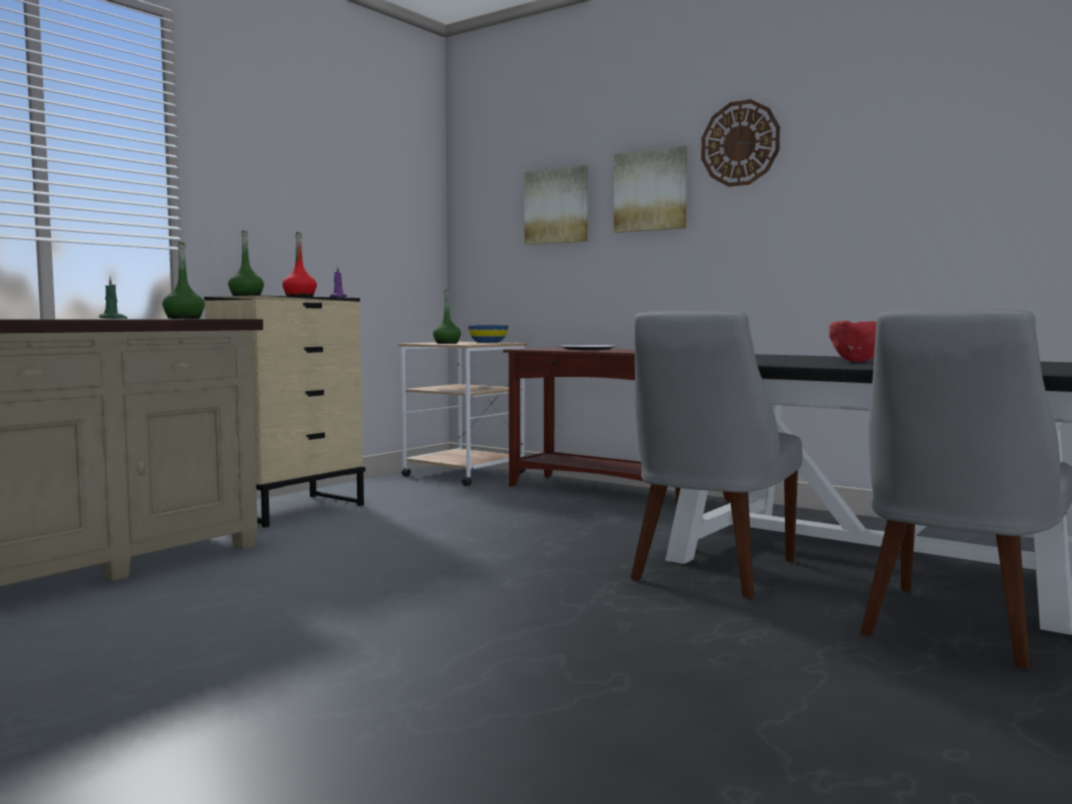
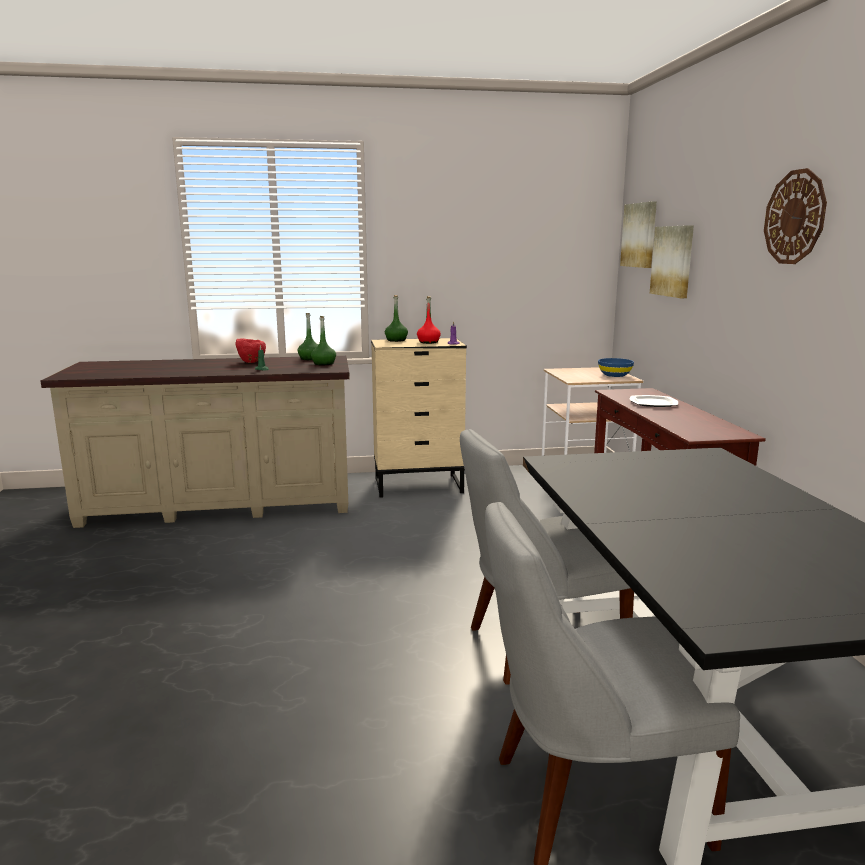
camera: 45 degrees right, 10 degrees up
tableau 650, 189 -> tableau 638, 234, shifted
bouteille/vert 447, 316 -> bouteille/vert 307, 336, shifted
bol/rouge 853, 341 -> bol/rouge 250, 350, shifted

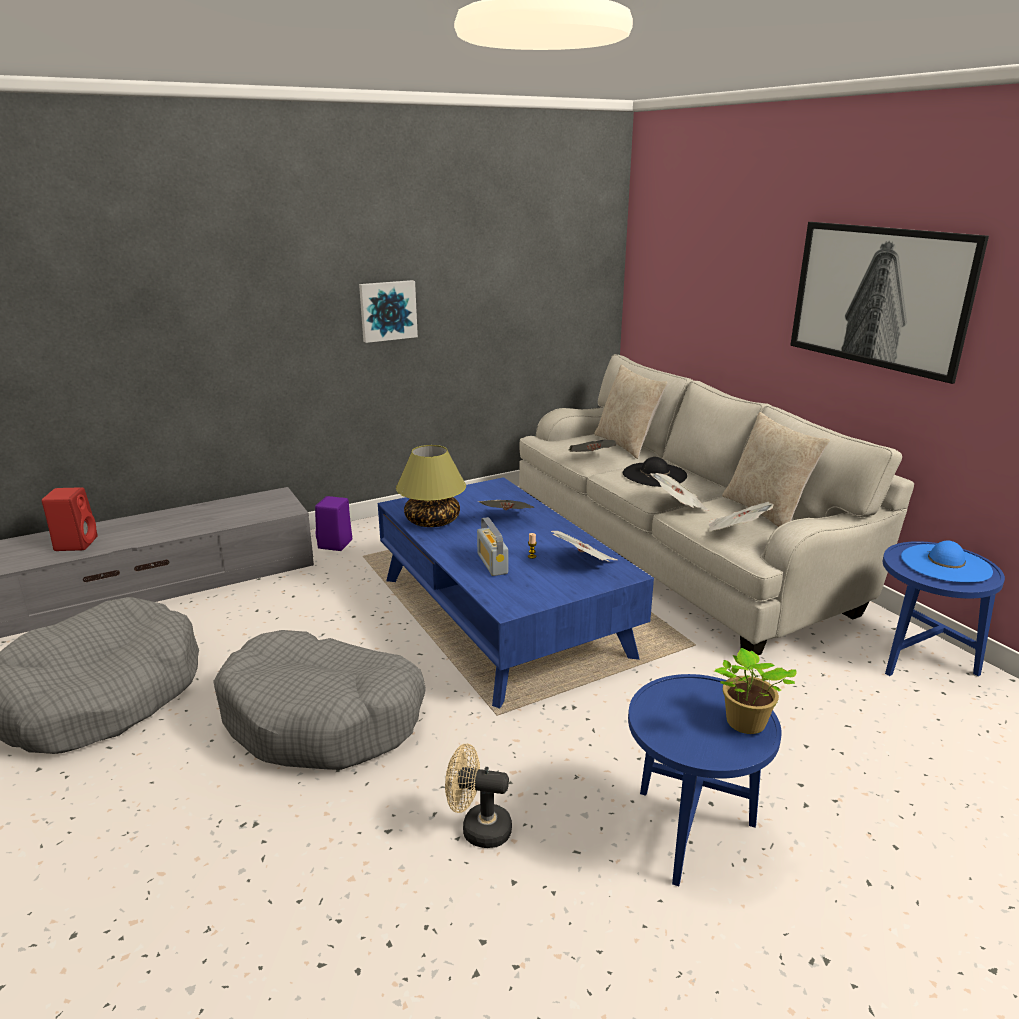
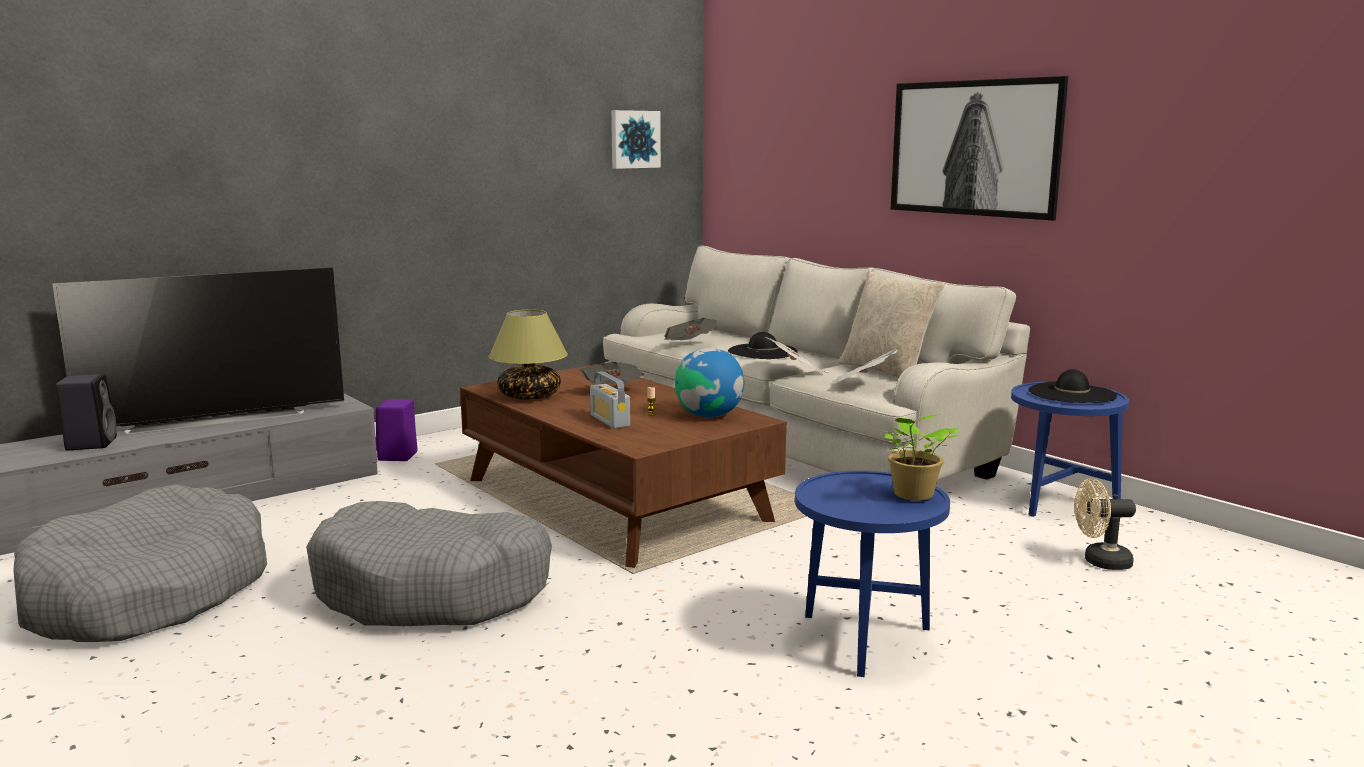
camera: 10 degrees left, 10 degrees down
tableau 388, 311 -> tableau 636, 139, shifted
coussin/beige 631, 412 -> none
table basse/bleu 516, 593 -> table basse/marron 623, 466
enceinte/rouge 69, 519 -> enceinte/noir 86, 412
journal 584, 546 -> globe 709, 382
chapeau/bleu 947, 561 -> chapeau/noir 1072, 386
ventilateur/beige 478, 796 -> ventilateur/beige 1105, 524, shifted
none -> téléviseur 198, 351

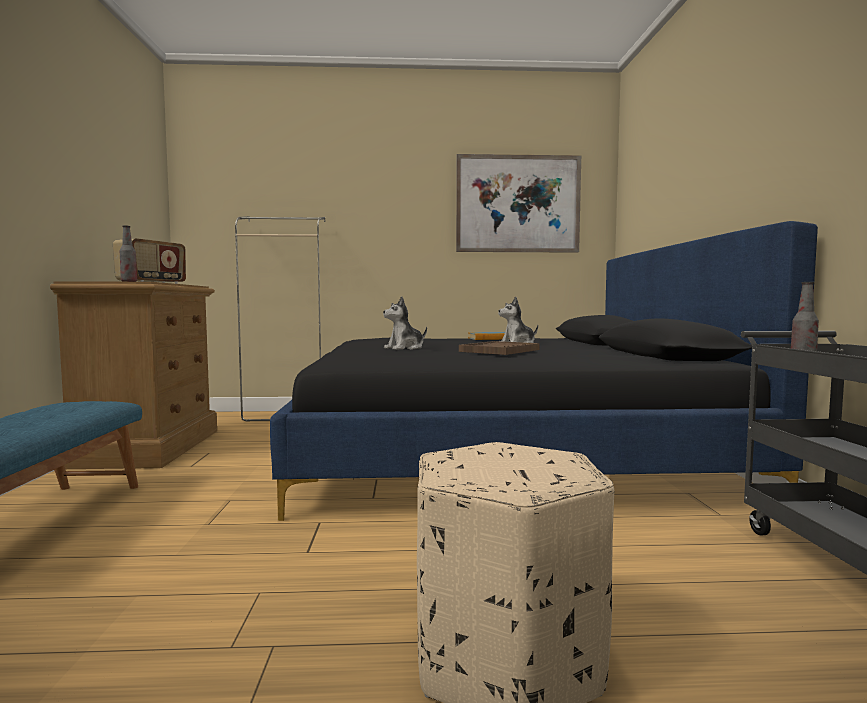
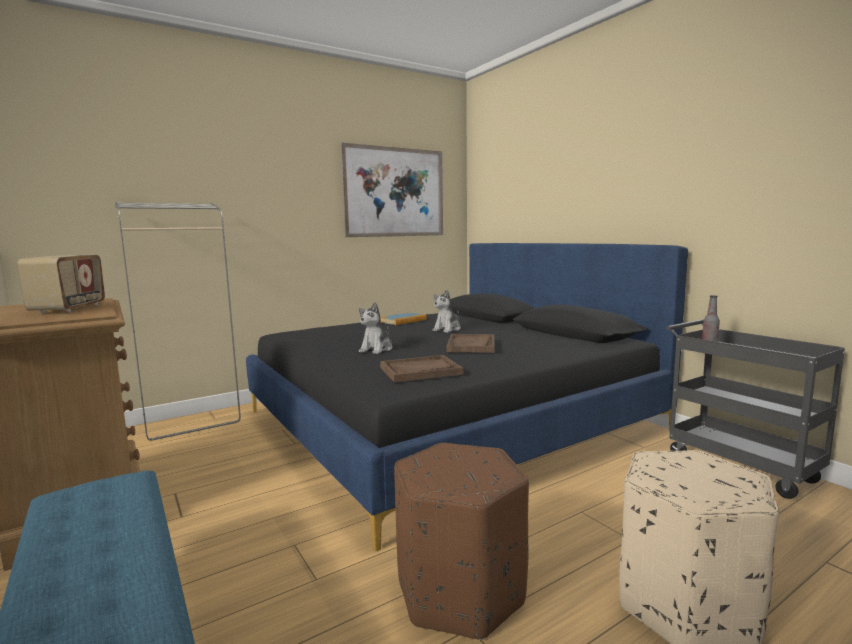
camera: 30 degrees left, 5 degrees up
bouteille 128, 253 -> none
none -> plateau/marron 421, 368
none -> pouf/marron 461, 541

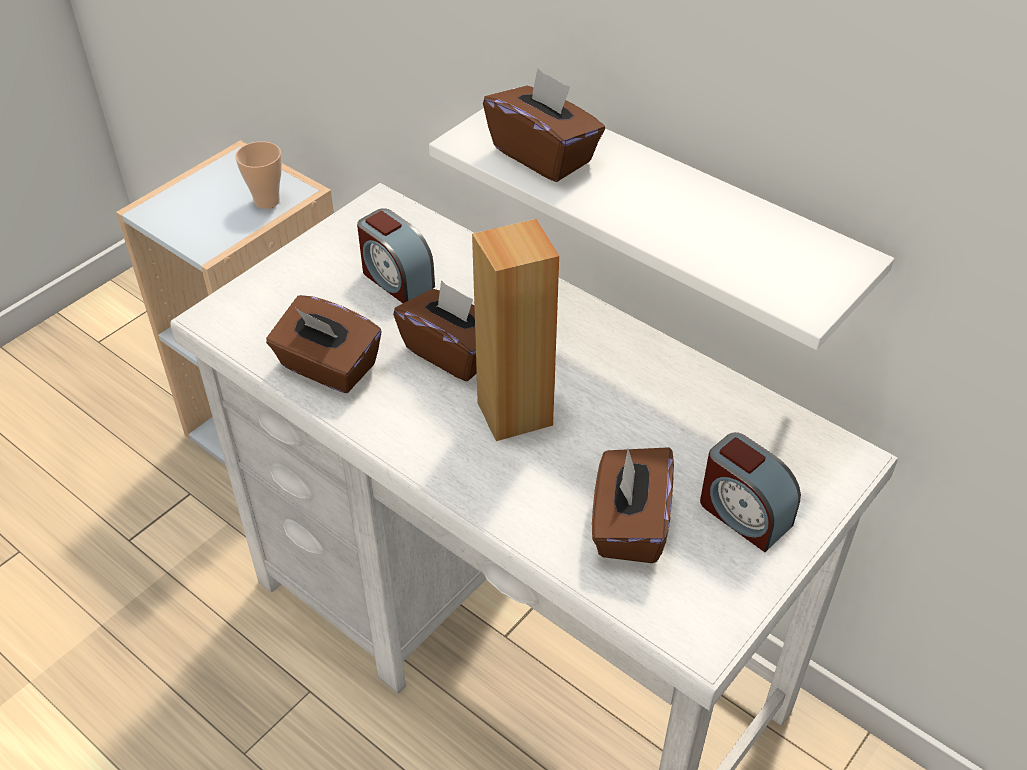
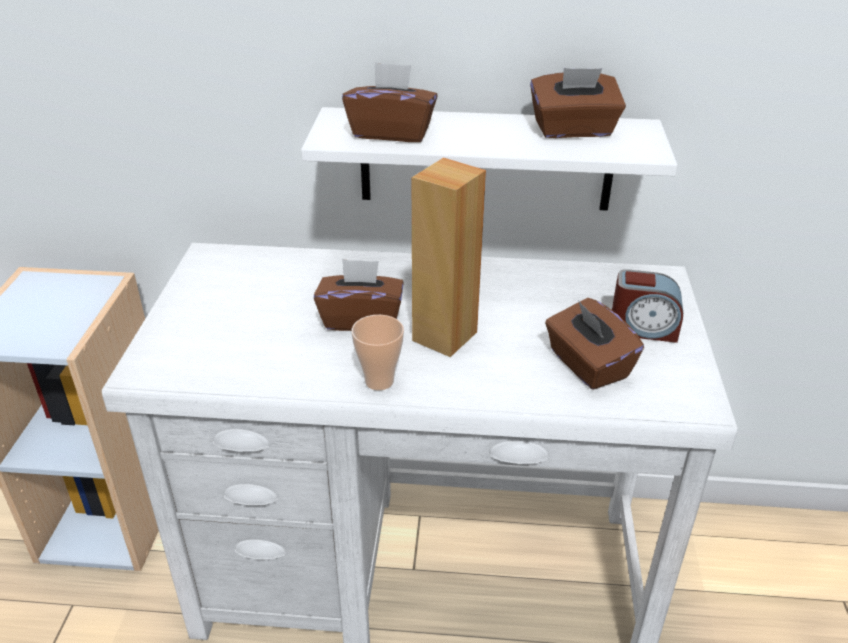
camera: 35 degrees left, 10 degrees down
tasse 258, 175 -> tasse 378, 352, shifted
réveil 396, 255 -> none
boîte à mouchoirs/marron 324, 344 -> boîte à mouchoirs/marron 578, 103, shifted

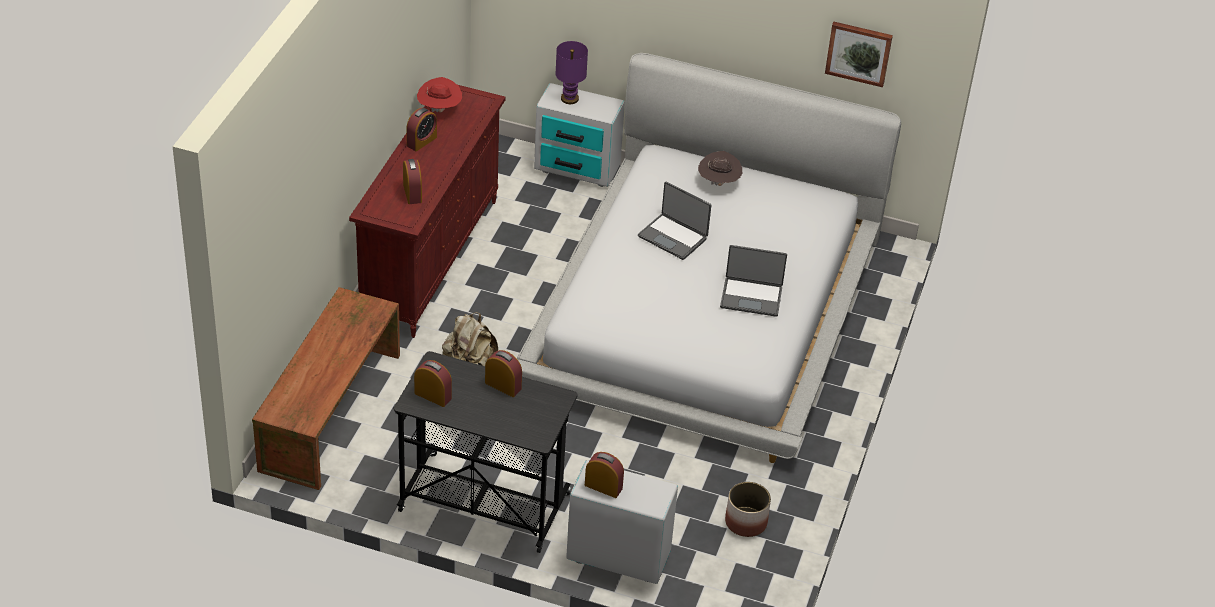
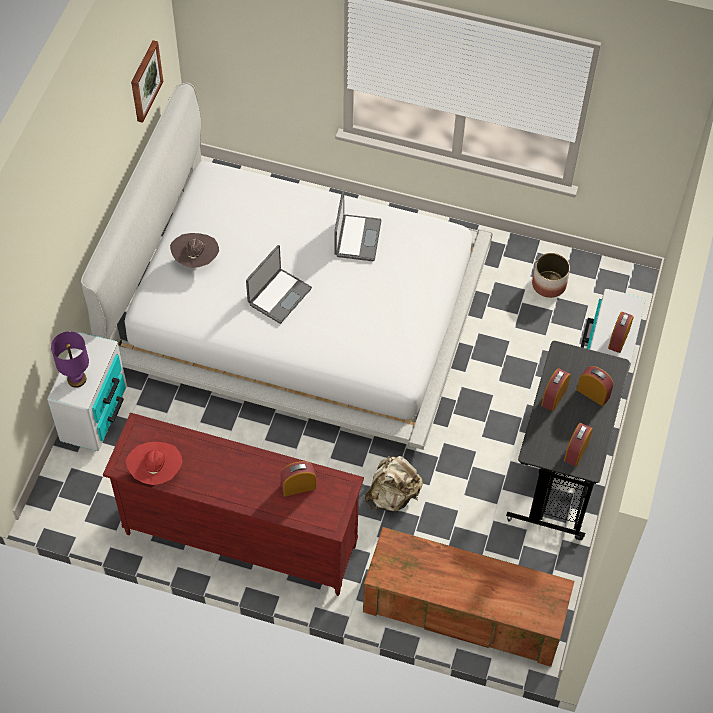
camera: 90 degrees left, 15 degrees up
réveil 421, 129 -> réveil 595, 386, shifted

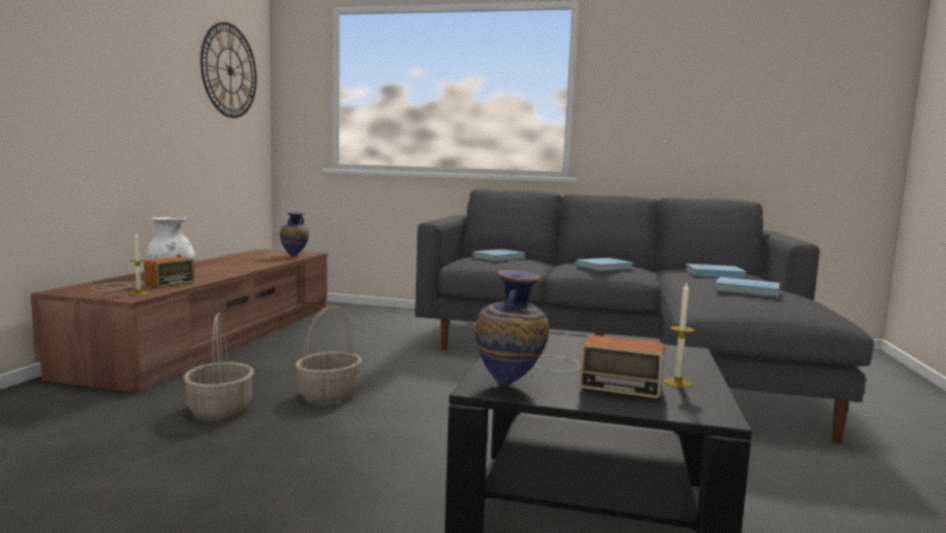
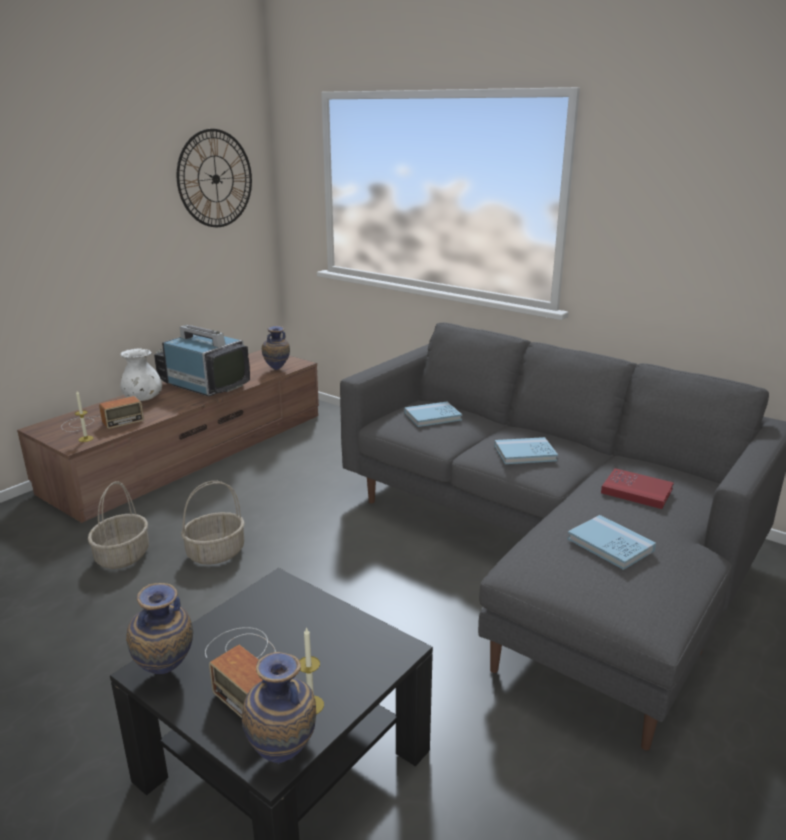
camera: 25 degrees right, 15 degrees up
livre/bleu 716, 271 -> livre/rouge 637, 488
none -> téléviseur 202, 361
none -> vase 279, 708

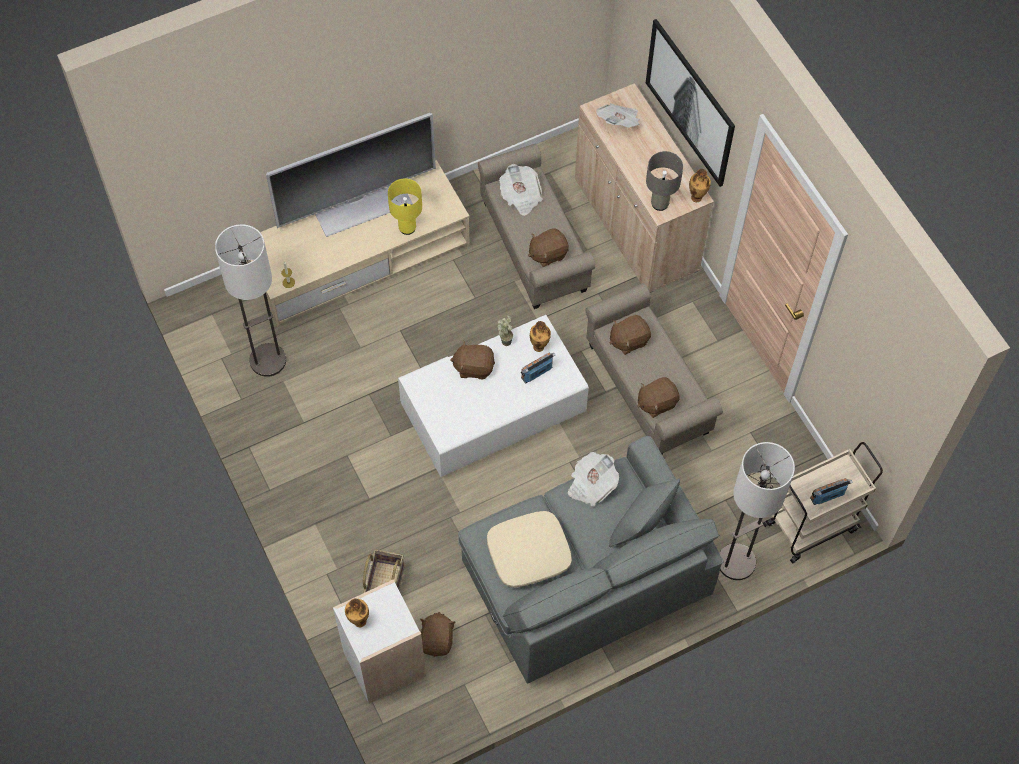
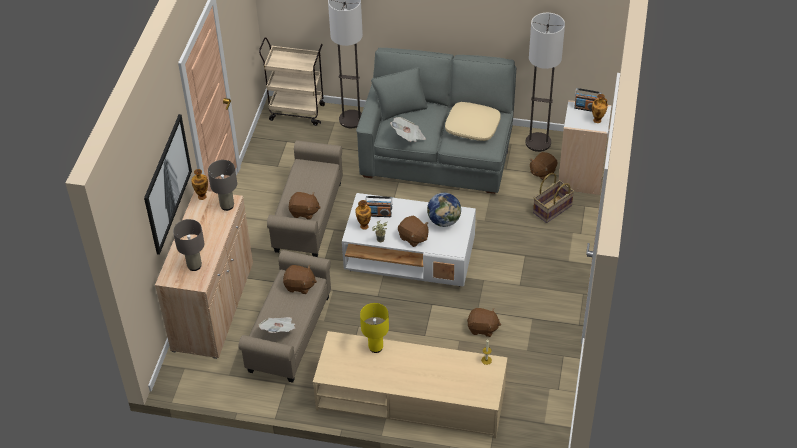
camera: 140 degrees left, 15 degrees down
journal 618, 115 -> lampe de table/gris 188, 245
téléviseur 351, 175 -> none
lampadaire 250, 300 -> lampadaire 545, 82, shifted
peluche/marron 658, 397 -> peluche/marron 484, 322, shifted
radio 831, 491 -> radio 588, 100, shifted
none -> globe 444, 210

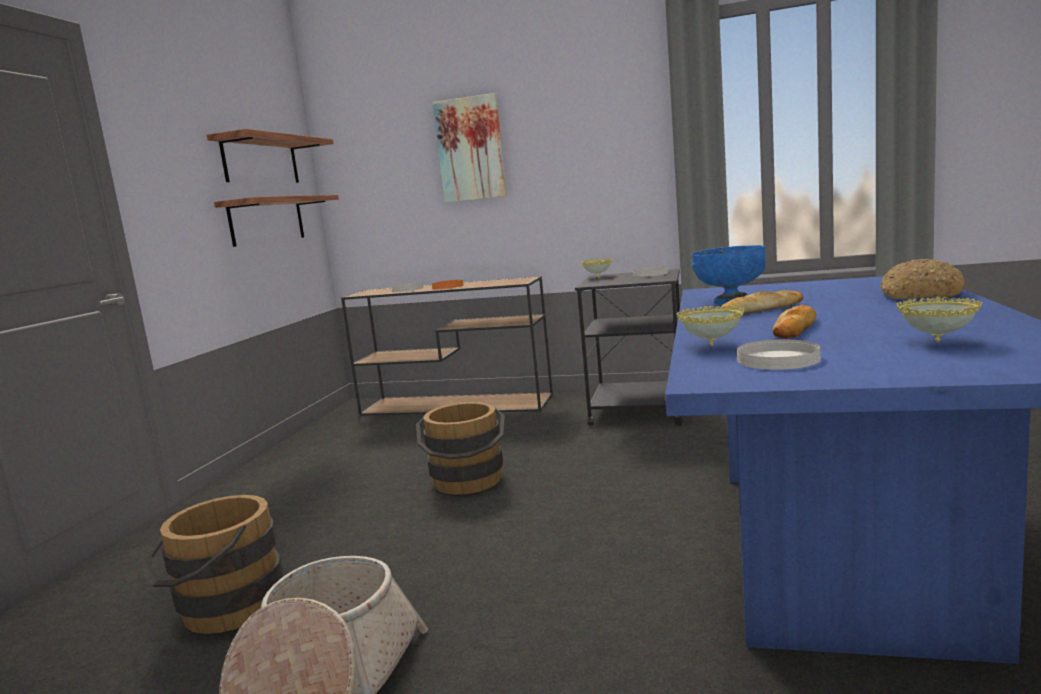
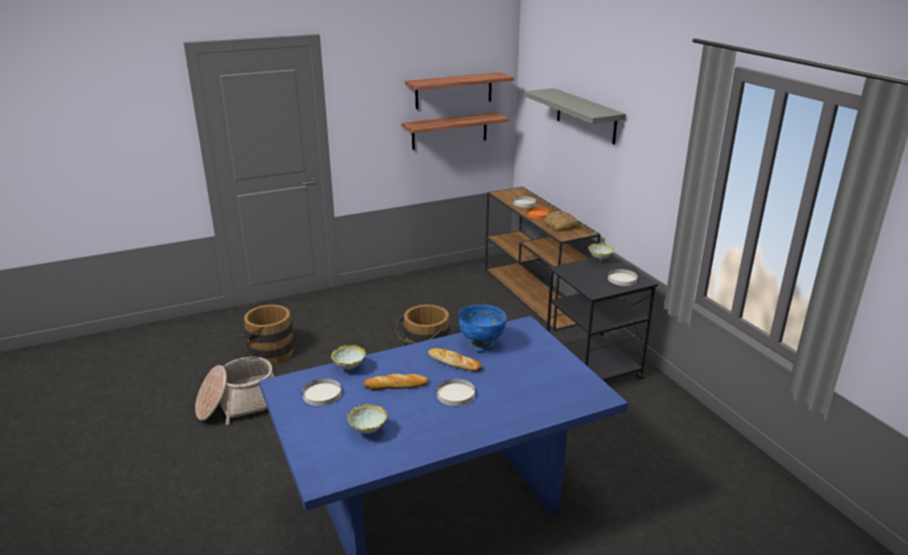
camera: 50 degrees right, 15 degrees up
tableau 470, 148 -> étagère/gris 575, 116
pain 922, 279 -> pain 560, 221, shifted
none -> assiette/blanc 456, 392

